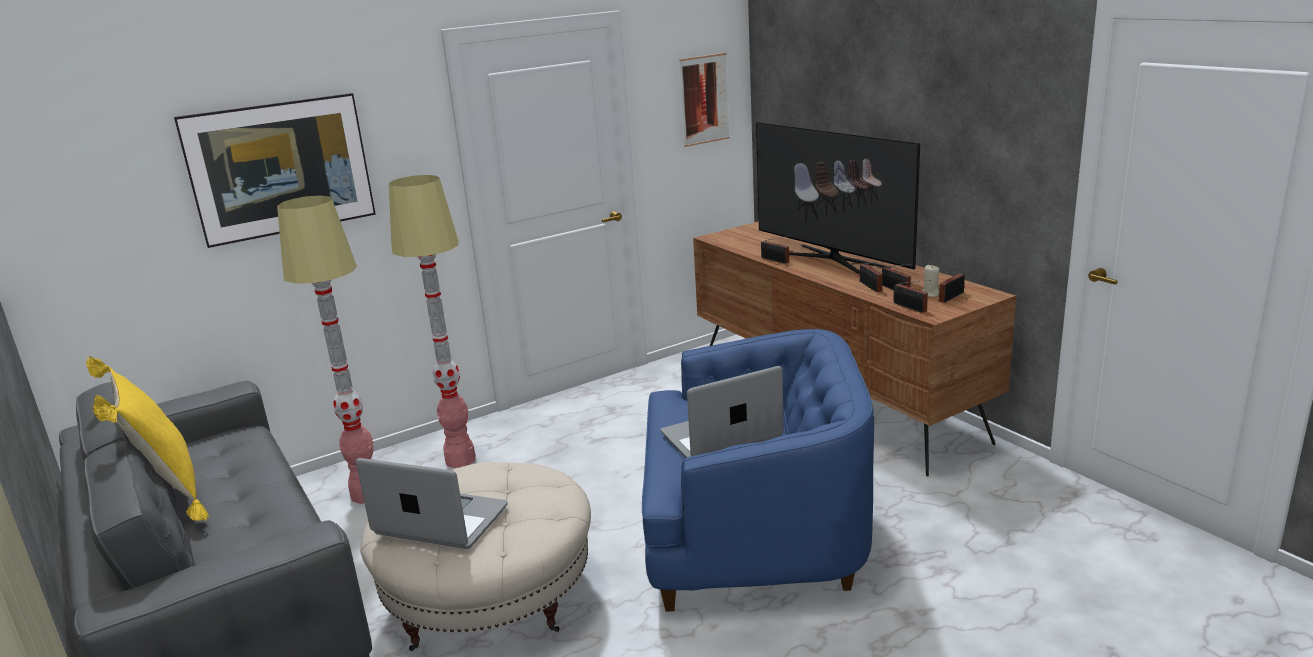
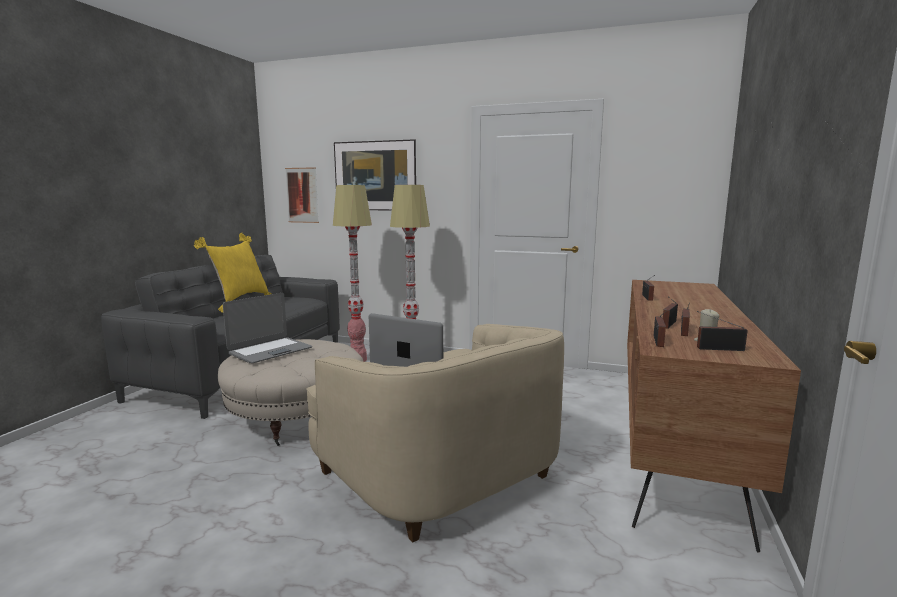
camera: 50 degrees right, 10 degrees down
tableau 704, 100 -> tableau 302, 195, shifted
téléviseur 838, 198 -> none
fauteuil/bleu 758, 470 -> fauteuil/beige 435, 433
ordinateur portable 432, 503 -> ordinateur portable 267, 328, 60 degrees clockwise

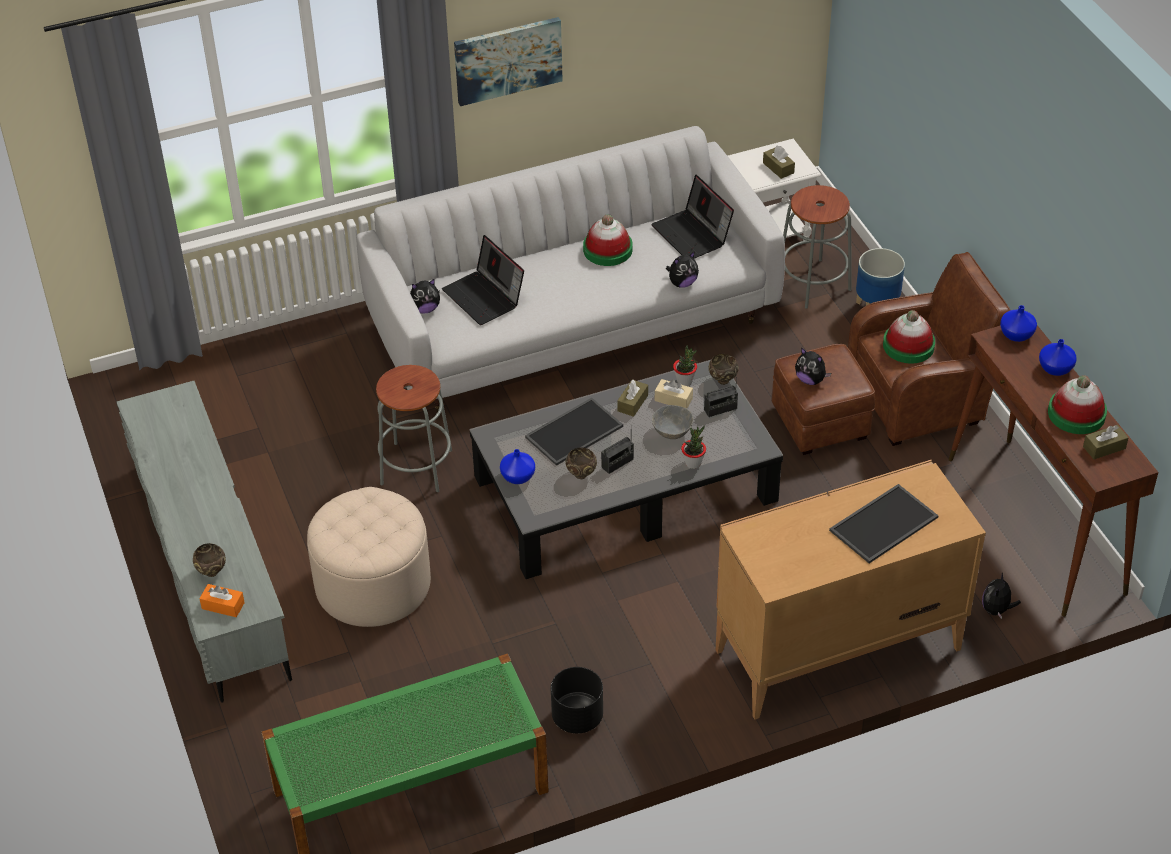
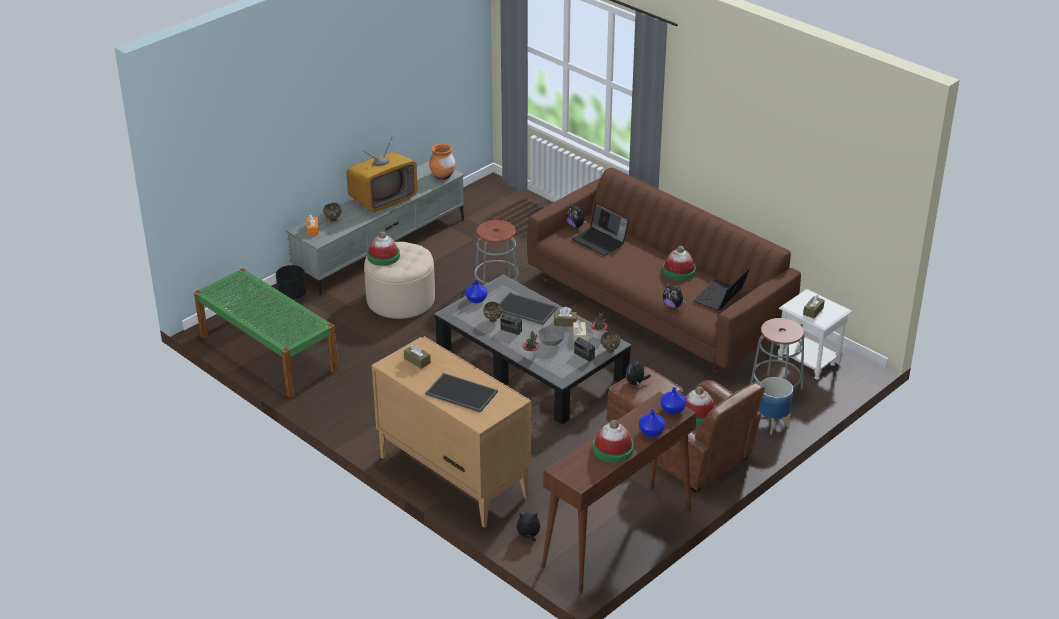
camera: 65 degrees right, 10 degrees down
tableau 508, 61 -> none
canapé/blanc 570, 269 -> canapé/marron 664, 272
ordinateur portable 483, 280 -> ordinateur portable 600, 229, 75 degrees counterclockwise
boîte à mouchoirs/marron 1106, 442 -> boîte à mouchoirs/marron 417, 356, shifted
cache-pot/noir 577, 700 -> cache-pot/noir 291, 282, shifted
none -> téléviseur 382, 175
none -> vase/orange 442, 161
none -> chapeau 383, 248

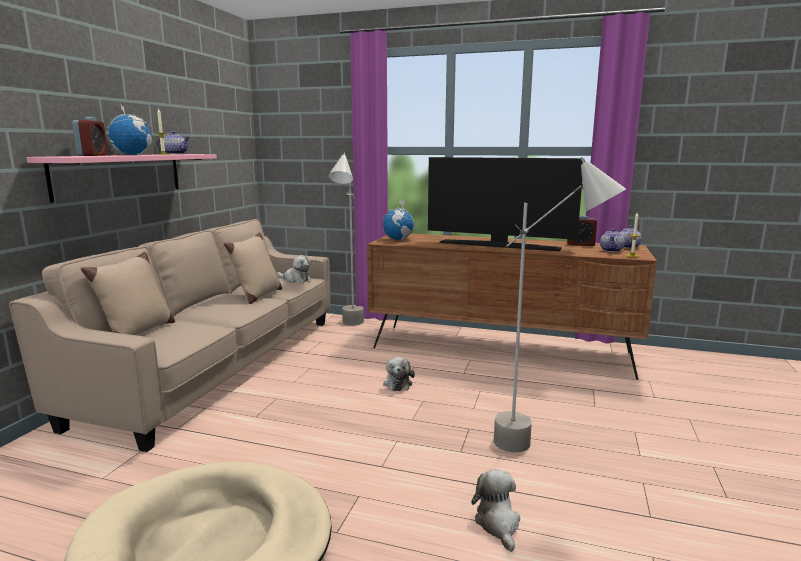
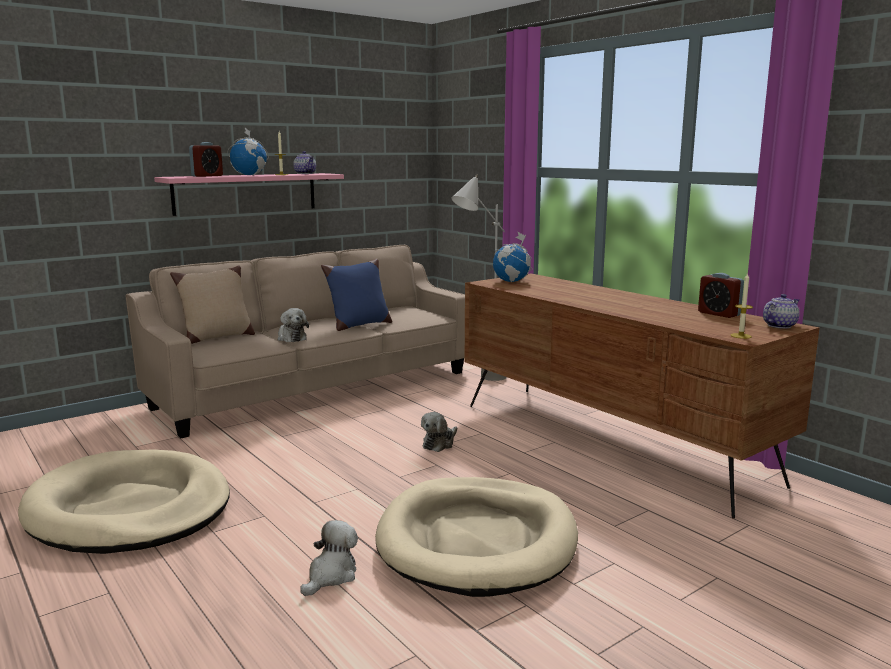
camera: 35 degrees right, 0 degrees up
téléviseur 505, 204 -> none
lampadaire/gris 560, 304 -> panier pour chien/beige 476, 537
théière 612, 240 -> none
coussin/beige 253, 268 -> coussin/bleu 356, 295
peluche 294, 269 -> peluche 293, 325, shifted

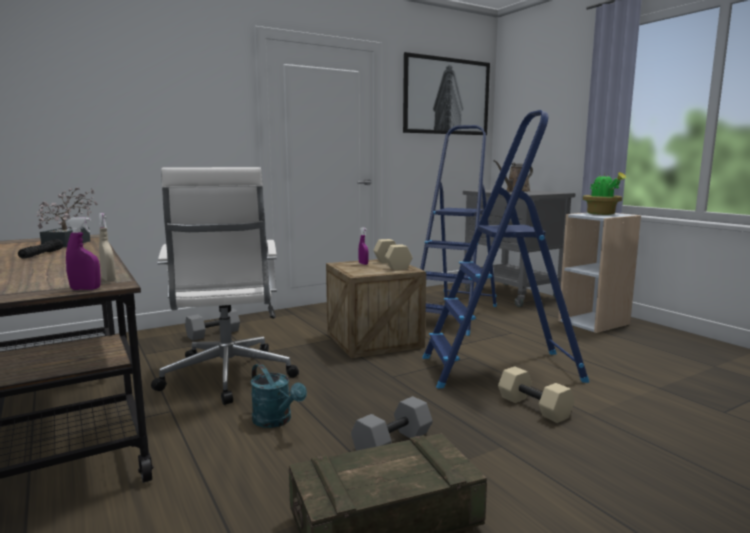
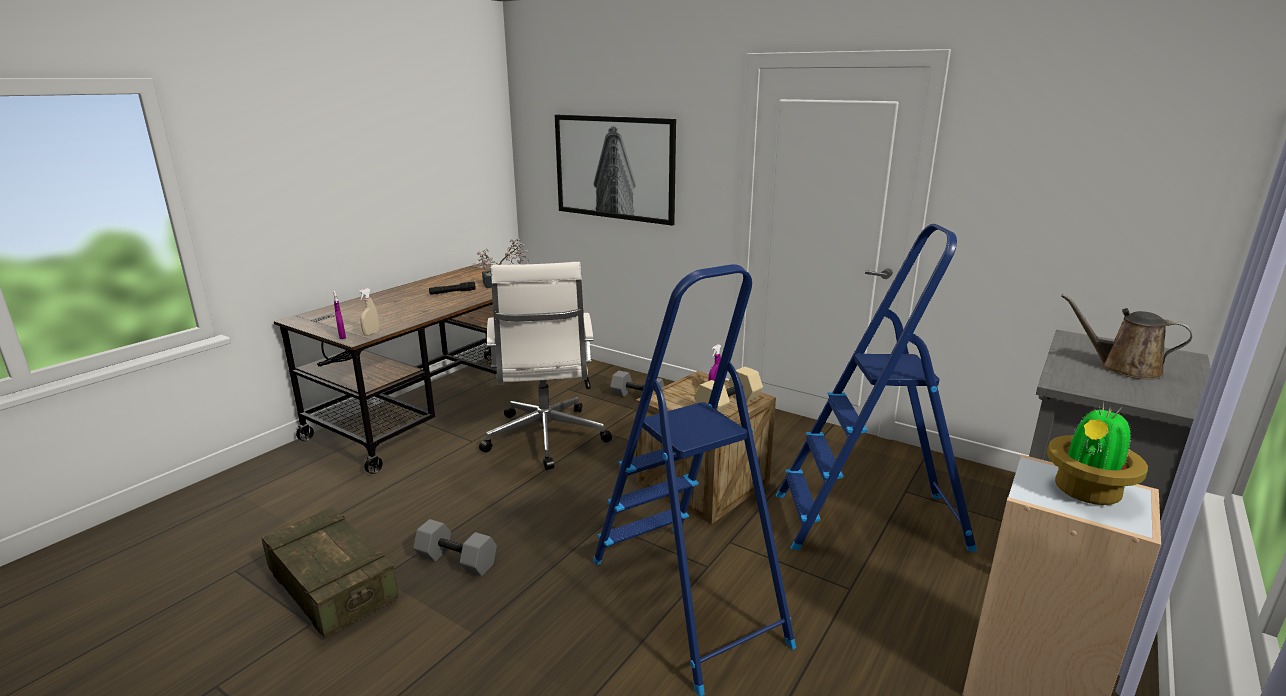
camera: 65 degrees right, 10 degrees up
tableau 446, 93 -> tableau 615, 170, shifted
chaise de bureau/blanc 225, 286 -> chaise de bureau/blanc 545, 366, 60 degrees counterclockwise
arrosoir/turquoise 279, 396 -> none
haltère/beige 536, 394 -> none

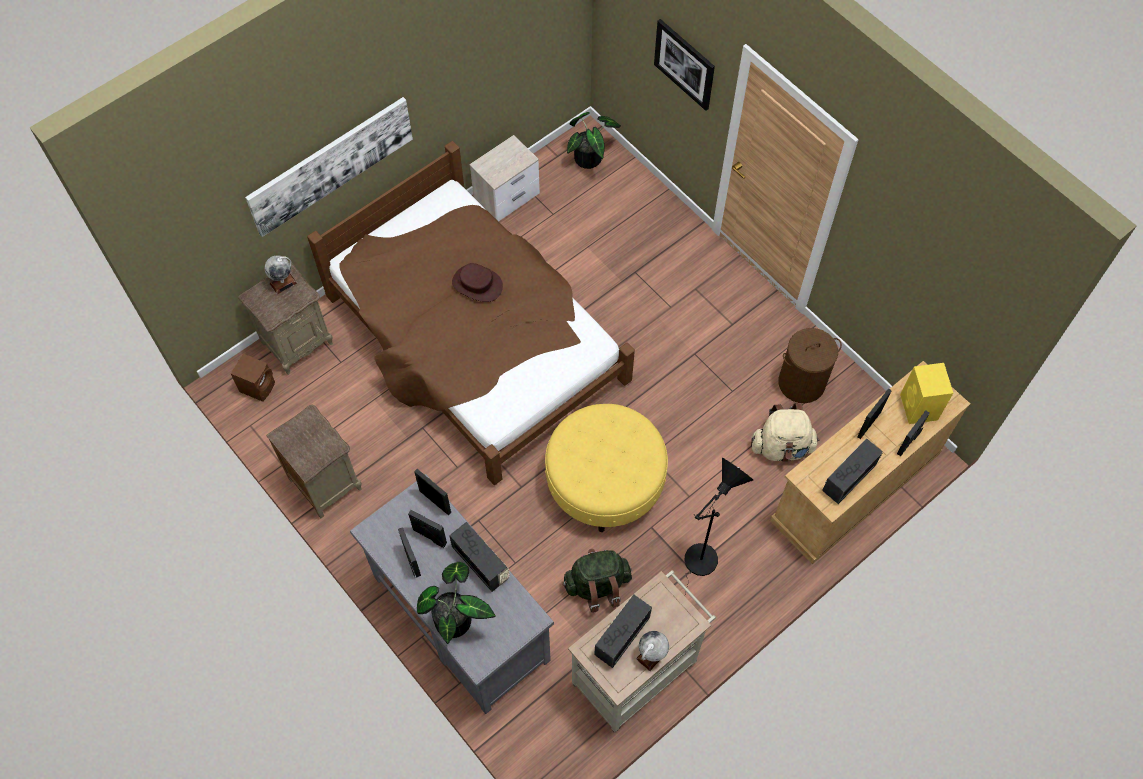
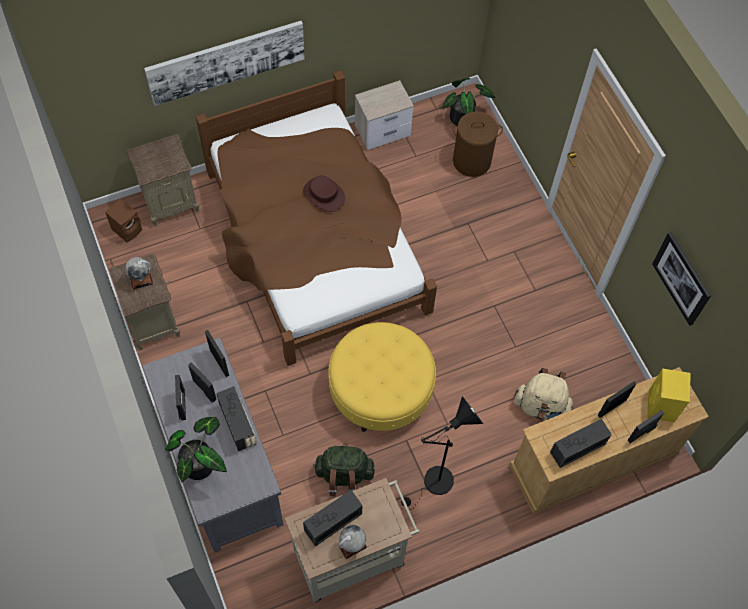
camera: 15 degrees right, 0 degrees up
tableau 684, 65 -> tableau 681, 279, shifted
globe 281, 274 -> globe 139, 273, shifted
panier à linge/marron 810, 365 -> panier à linge/marron 478, 144, shifted

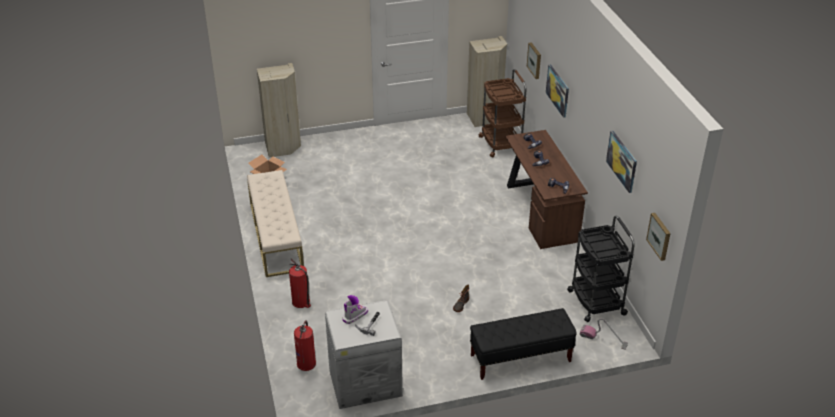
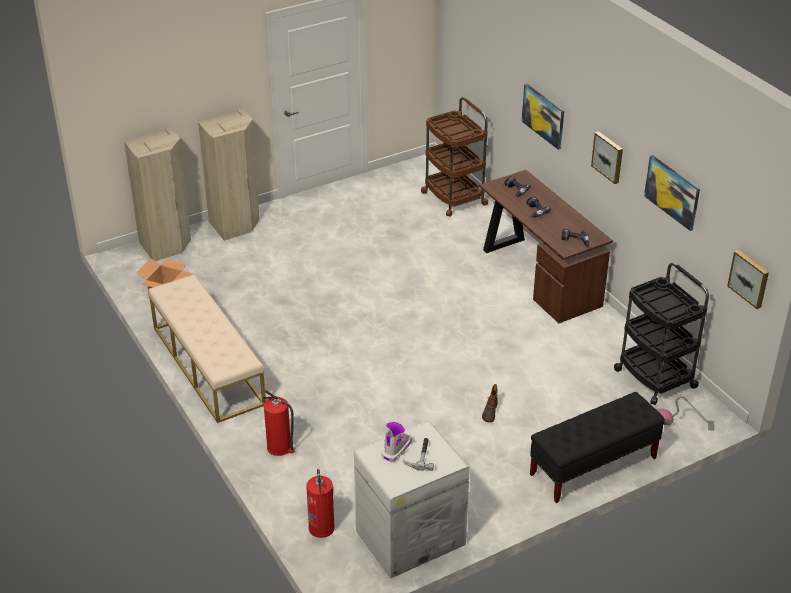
camera: 15 degrees left, 0 degrees up
meuble de rangement/beige 487, 81 -> meuble de rangement/beige 229, 175, shifted
tableau 534, 60 -> tableau 607, 157, shifted

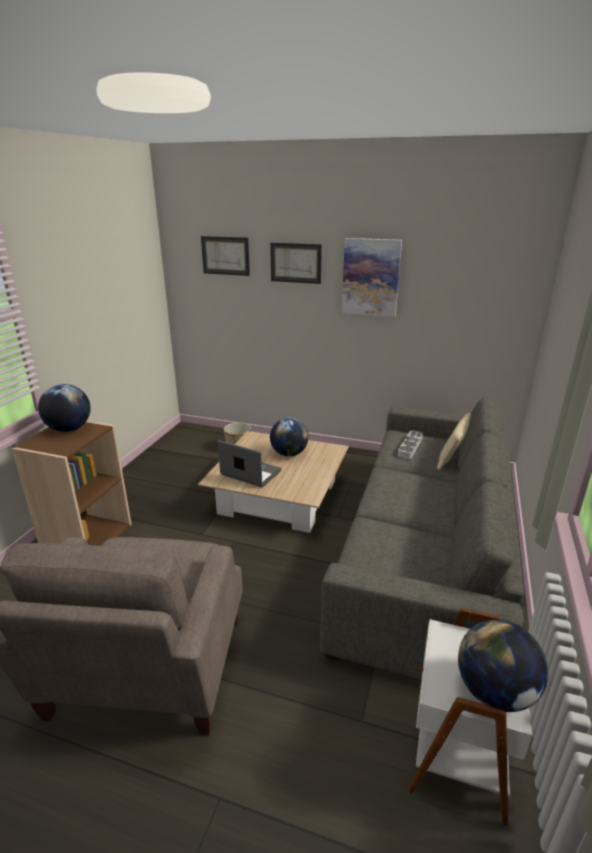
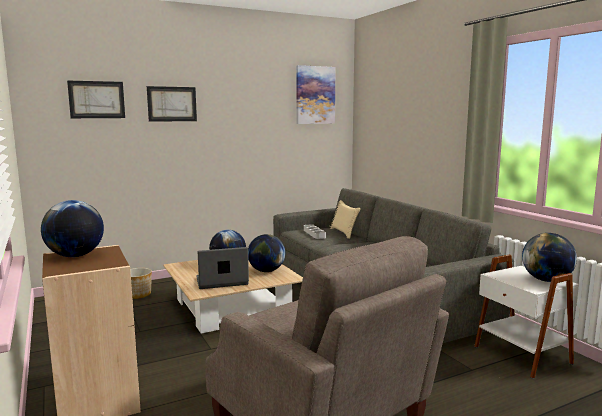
camera: 45 degrees left, 15 degrees down
tableau 372, 277 -> tableau 316, 94, shifted
none -> globe 266, 253

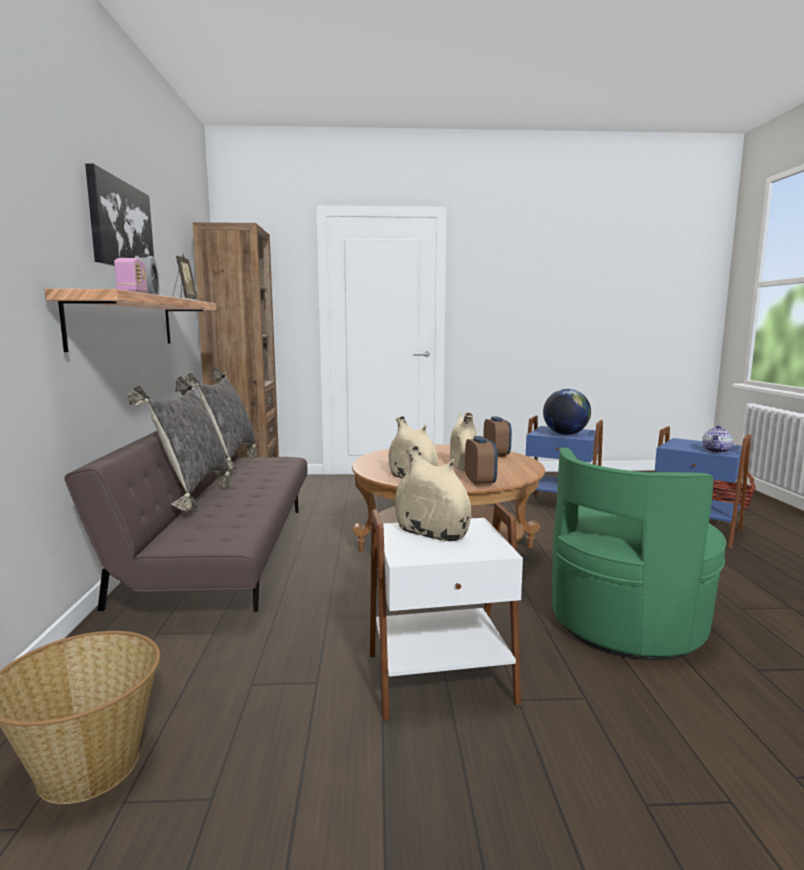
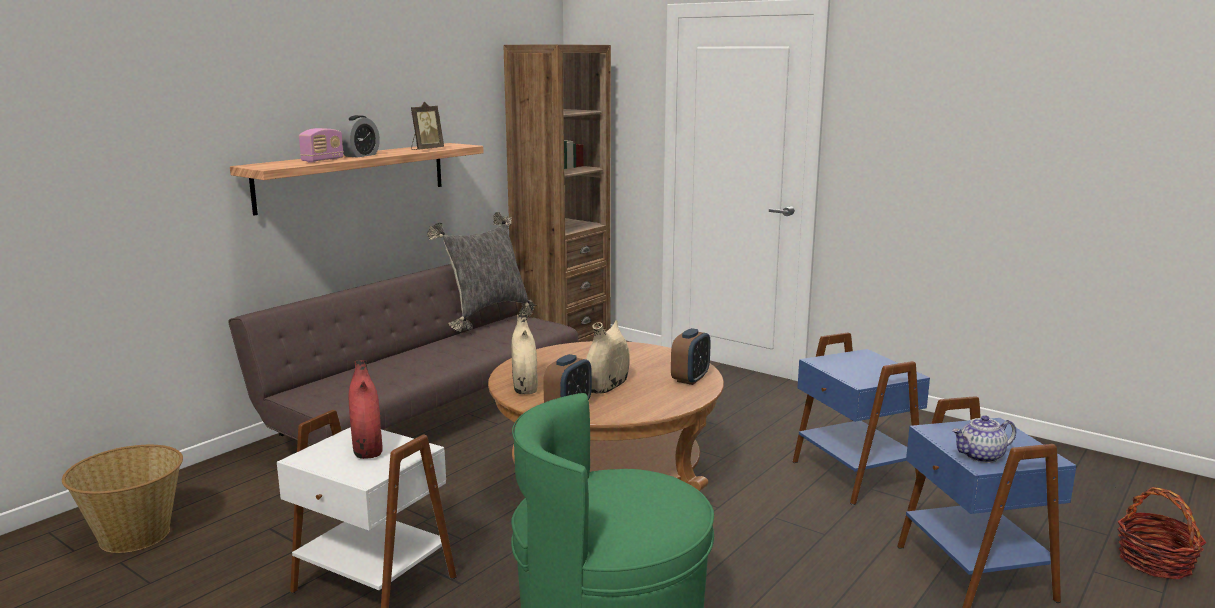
camera: 40 degrees right, 5 degrees up
tableau 119, 214 -> none
coussin 179, 444 -> none
globe 567, 412 -> none
vase/beige 433, 493 -> vase/rouge 365, 409

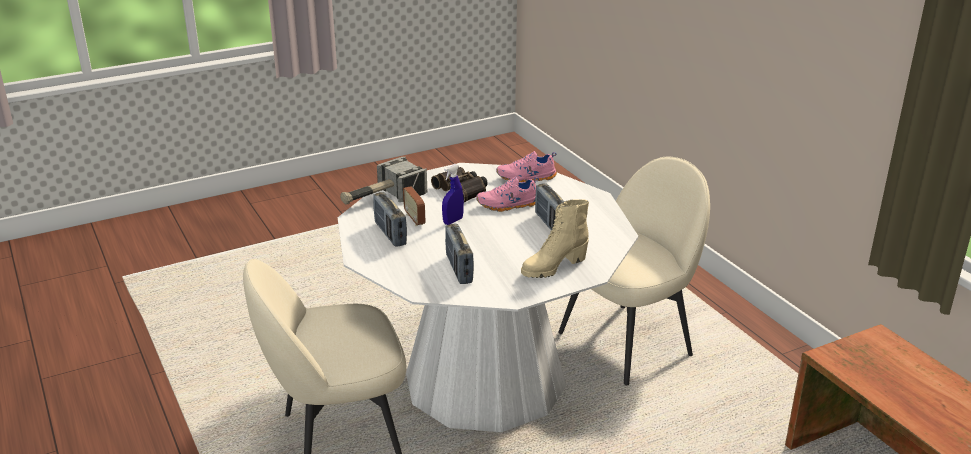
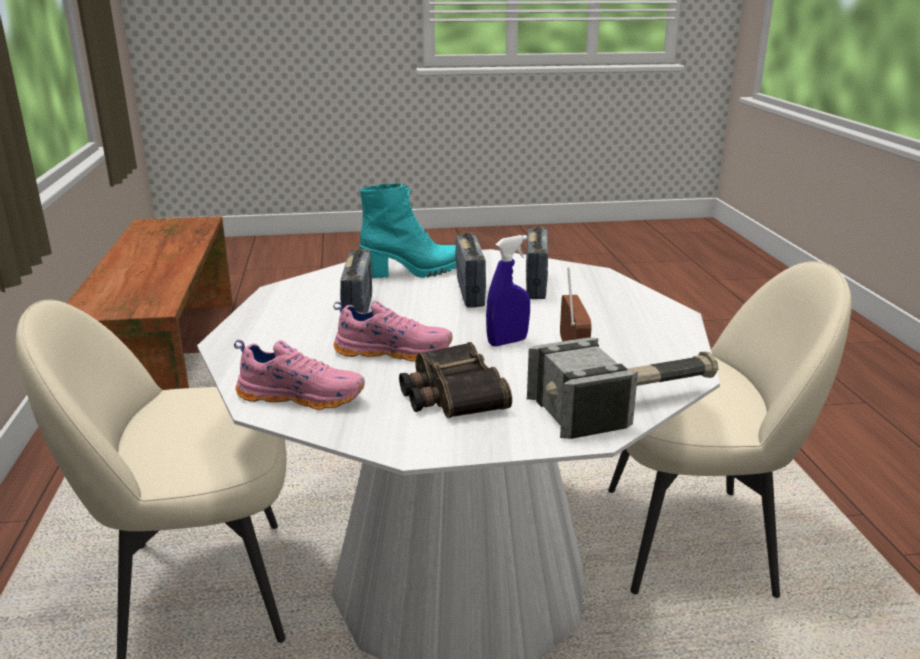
camera: 160 degrees left, 5 degrees down
radio 390, 219 -> radio 470, 270, shifted
botte/beige 555, 238 -> botte/turquoise 408, 230

